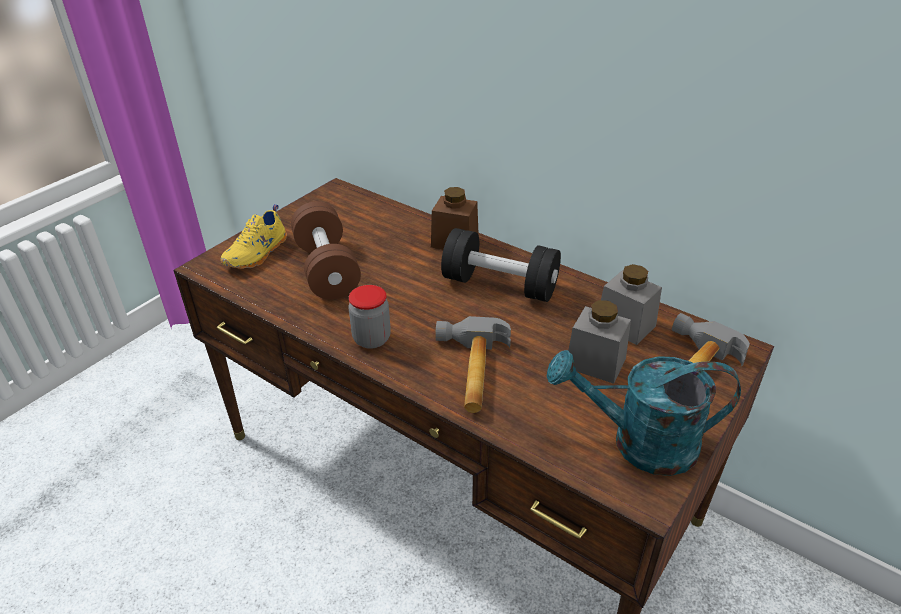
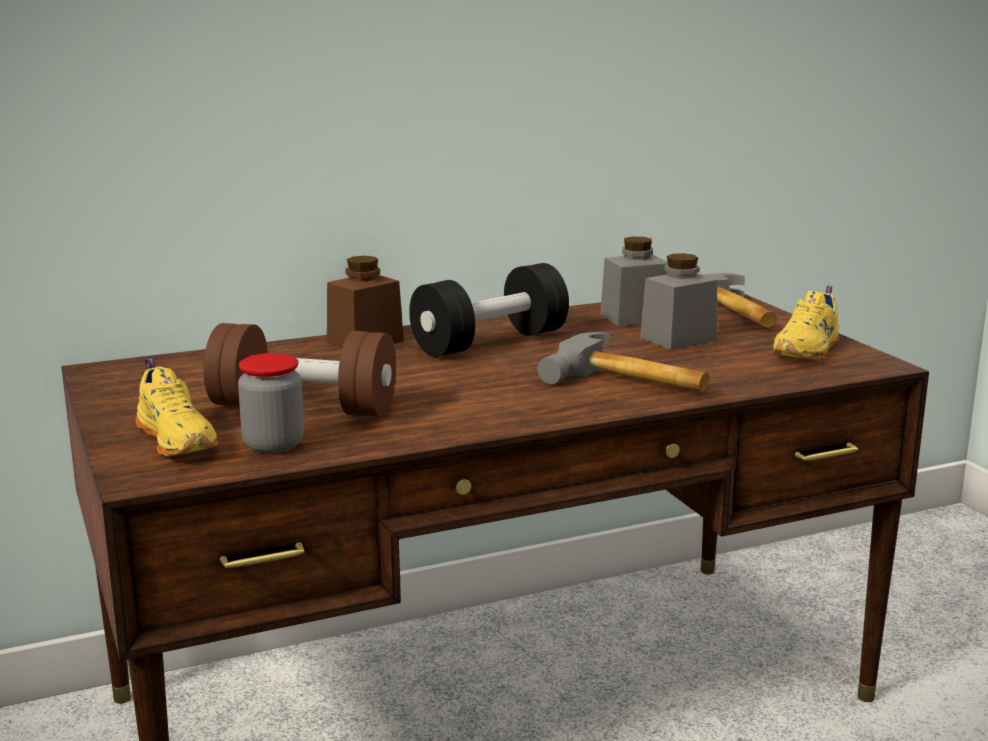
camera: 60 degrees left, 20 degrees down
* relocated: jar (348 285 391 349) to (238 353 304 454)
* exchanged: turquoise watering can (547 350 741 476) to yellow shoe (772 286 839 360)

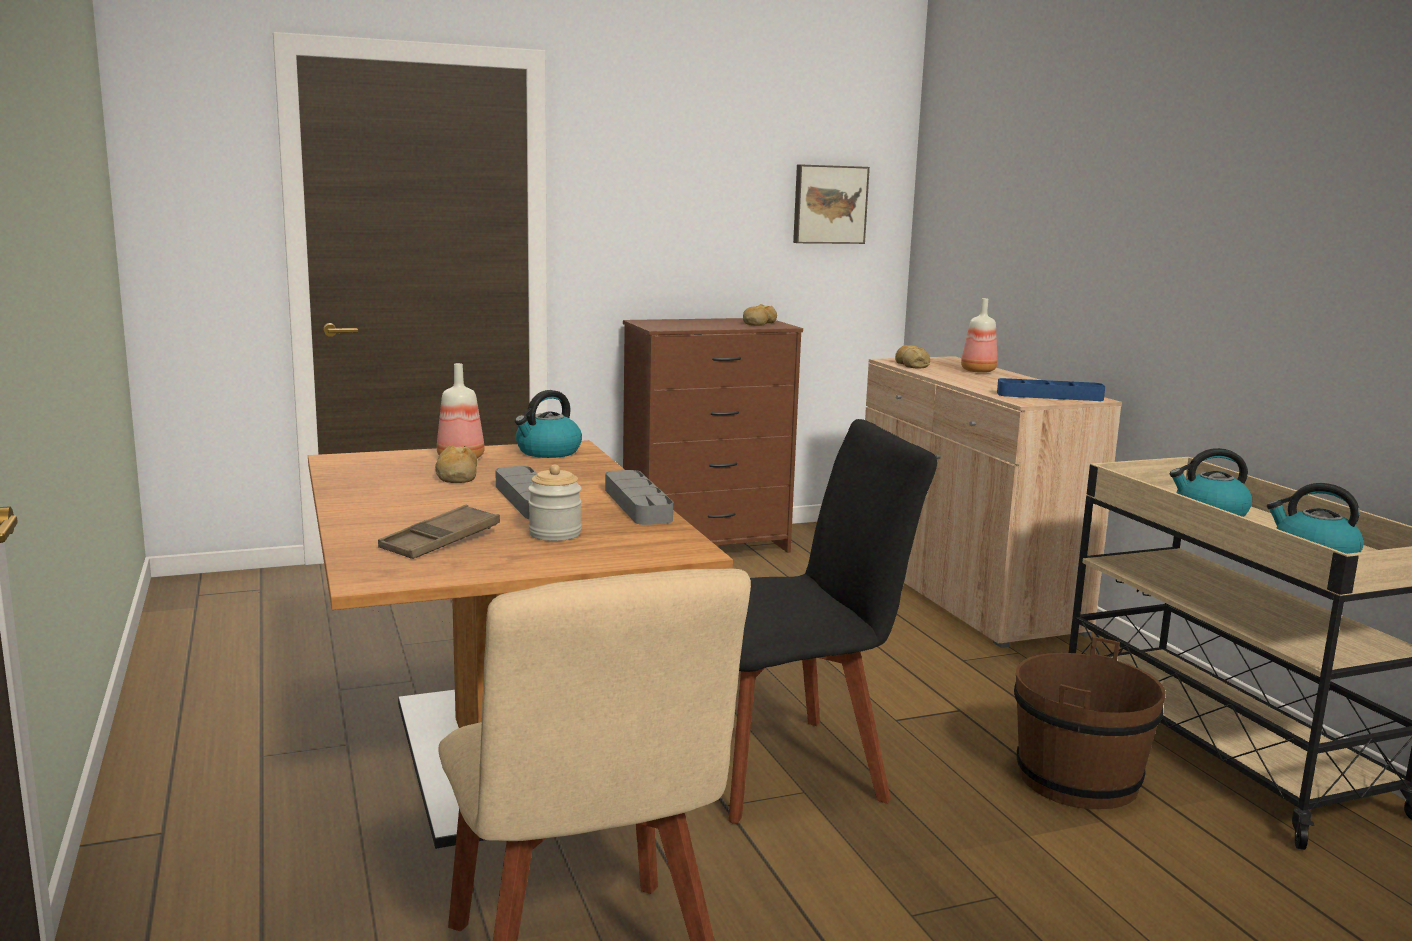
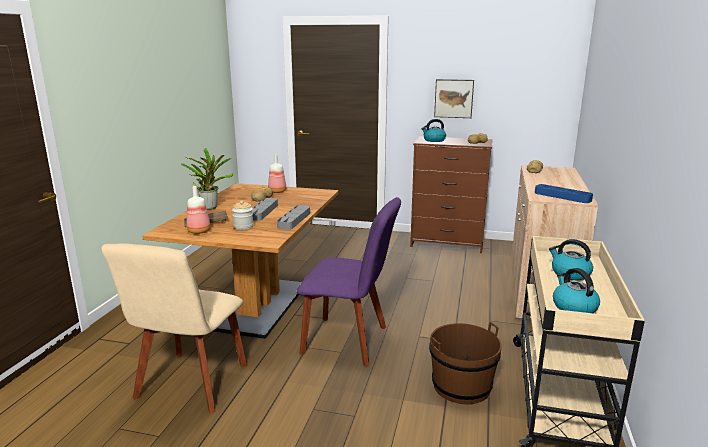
camera: 35 degrees right, 5 degrees up
* appeared: potted plant (181 148 234 210)
* relocated: bottle (961 298 997 373) to (187 186 211 234)
* colour: black chair (728 419 937 824) to purple chair (296 197 401 367)
* relocated: kettle (515 390 582 458) to (421 119 446 142)
* relocated: picture (793 165 870 244) to (434 79 474 118)

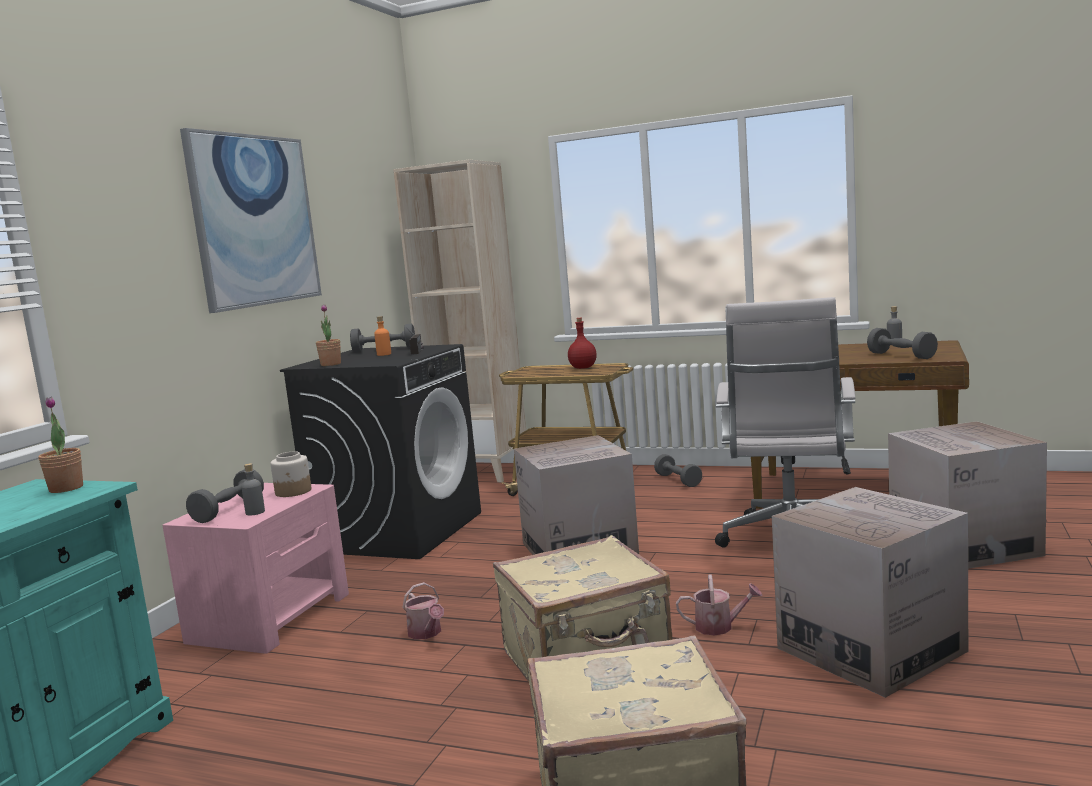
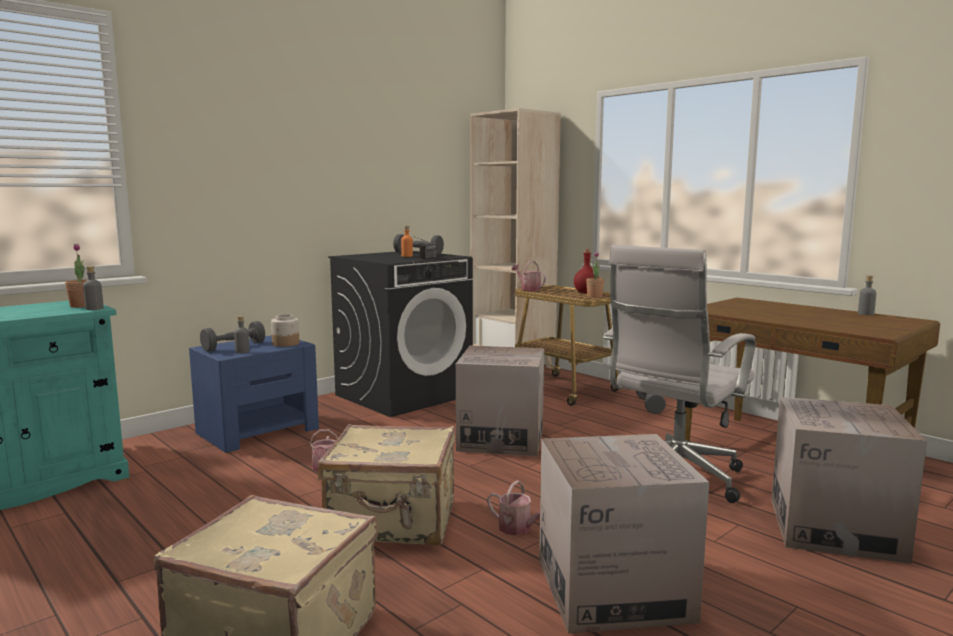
camera: 25 degrees right, 0 degrees up
* appeared: grey bottle (83 266 104 310)
* colour: pink nightstand (162 483 349 654) to blue nightstand (189 335 319 453)
* appeared: watering can (511 261 546 291)
* relocated: potted plant (316 304 341 366) to (586 252 604 298)
* missing: picture (180 128 322 313)
* missing: grey dumbbell (867 328 938 359)

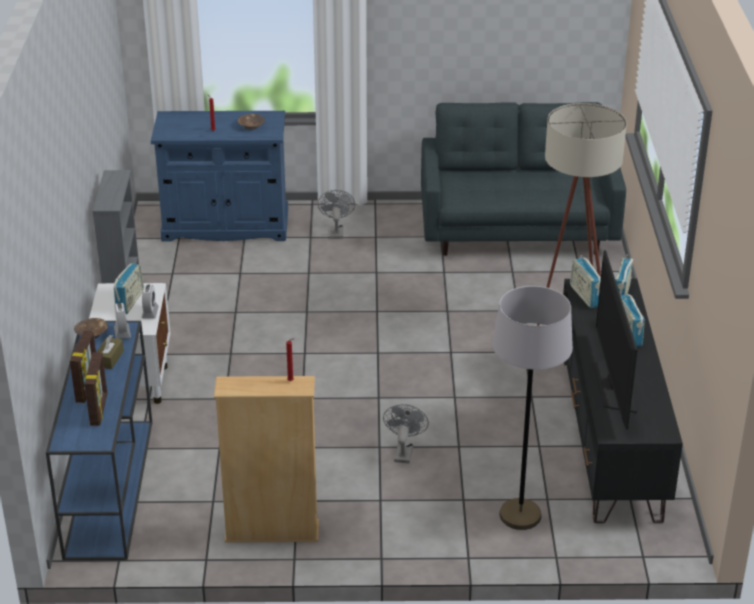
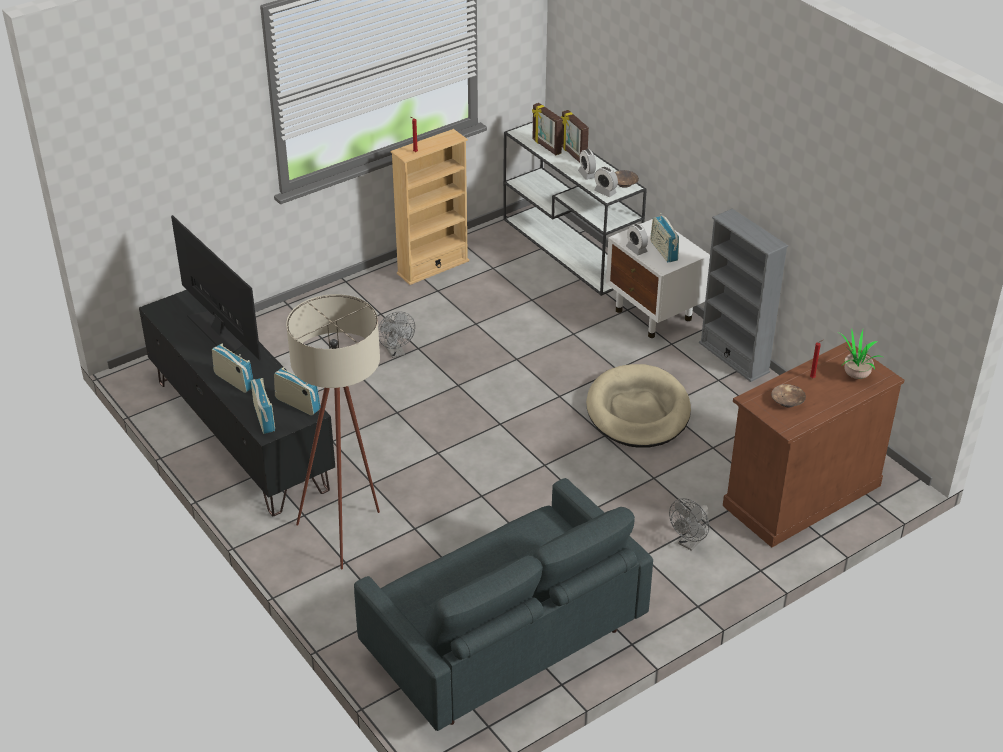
camera: 145 degrees right, 5 degrees up
* colour: blue console table (46 321 152 560) to white console table (503 122 647 296)
* exchanged: brown tissue box (97 335 124 369) to alarm clock (578 149 596 180)
* appeared: beige dog bed (586 364 691 448)
* spun: grey fan (318 190 355 239) = (669 498 710 551) 75 degrees clockwise
* colour: blue cabinet (151 111 288 242) to brown cabinet (723 341 904 547)
* appeared: potted plant (838 330 883 379)
* missing: grey floor lamp (492 286 573 530)

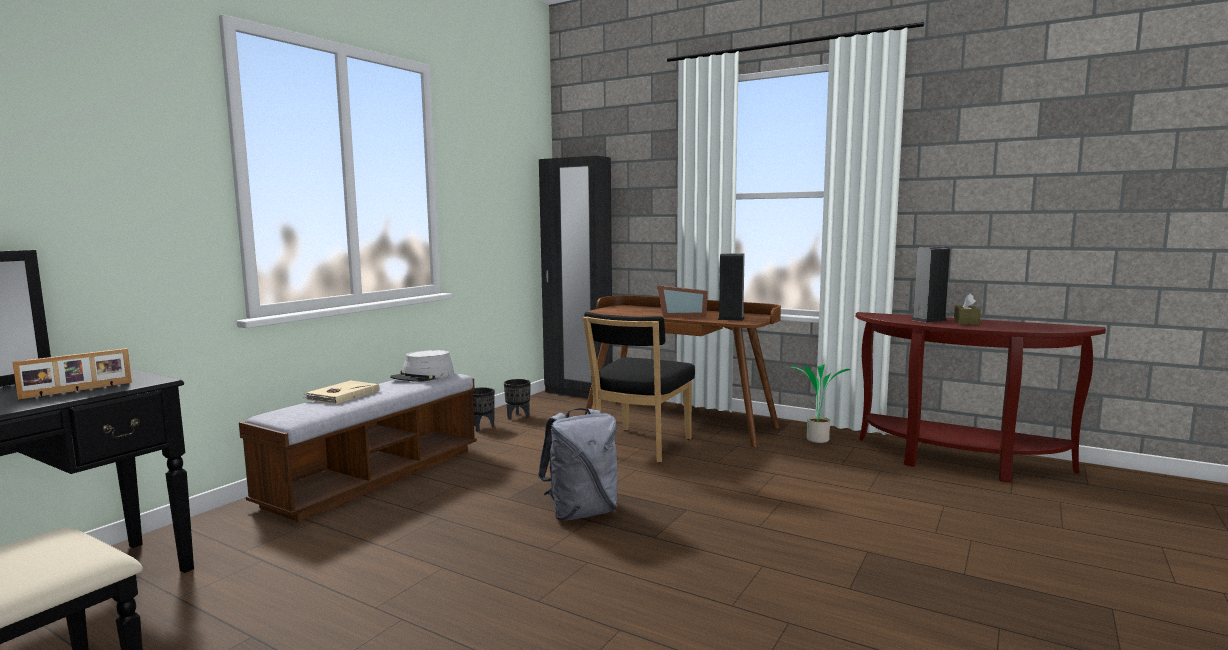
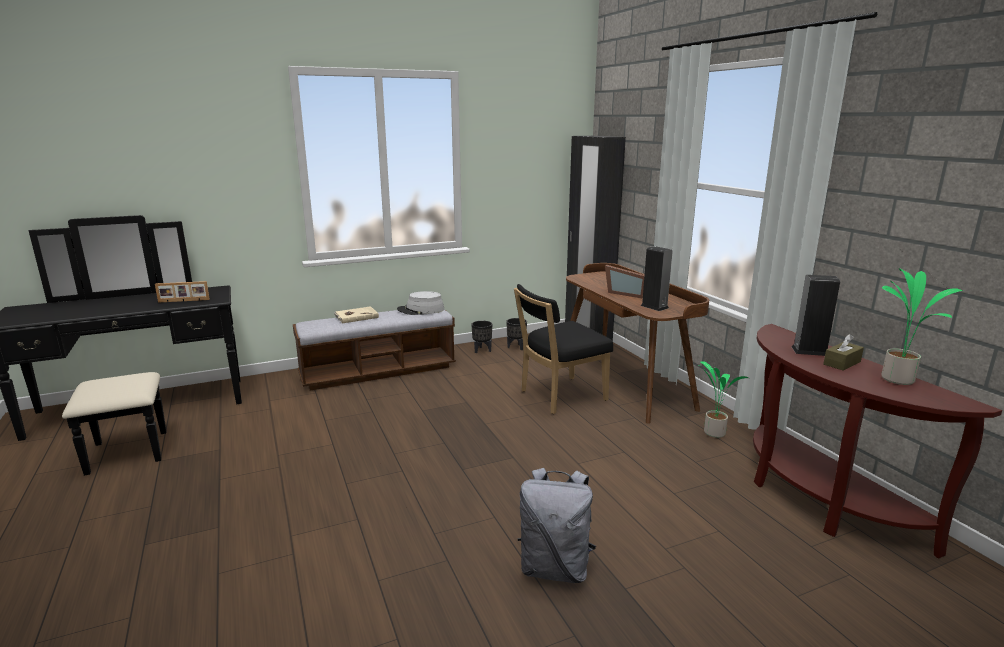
camera: 35 degrees right, 10 degrees up
* relocated: grey backpack (538 408 617 521) to (518 468 596 583)
* appeared: potted plant (881 268 963 385)

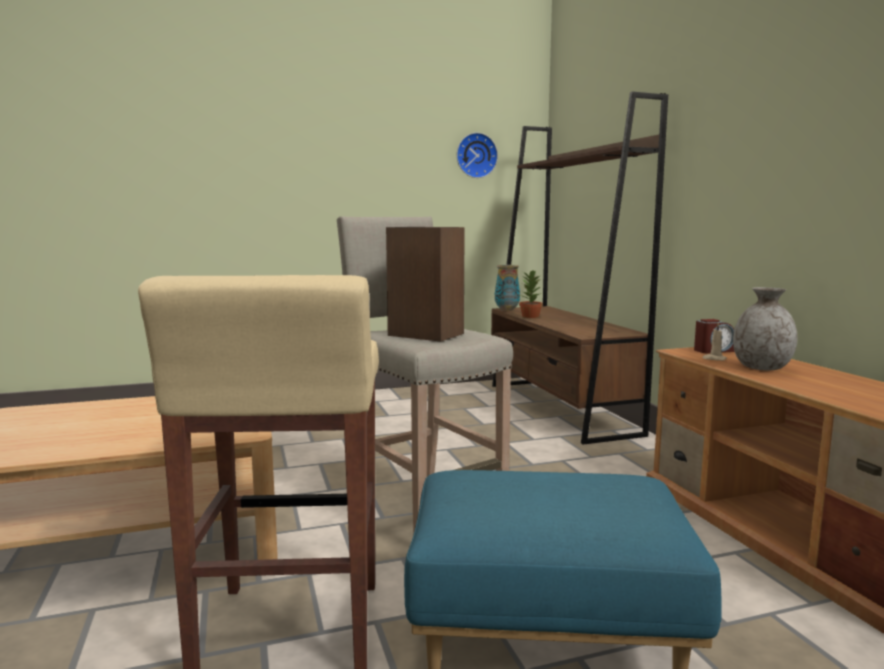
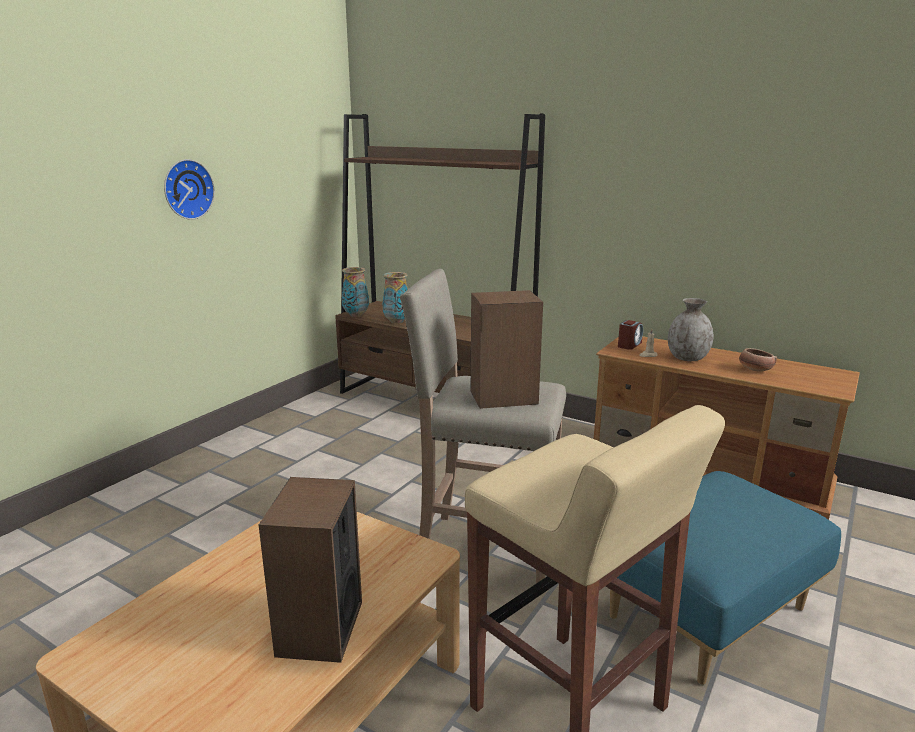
camera: 40 degrees left, 10 degrees up
* relocated: wall clock (457 132 498 178) to (164 159 215 220)
* appeared: speaker (259 477 362 663)
* exchanged: potted plant (519 271 543 318) to vase (382 272 408 324)
* appeared: bowl (739 348 777 371)

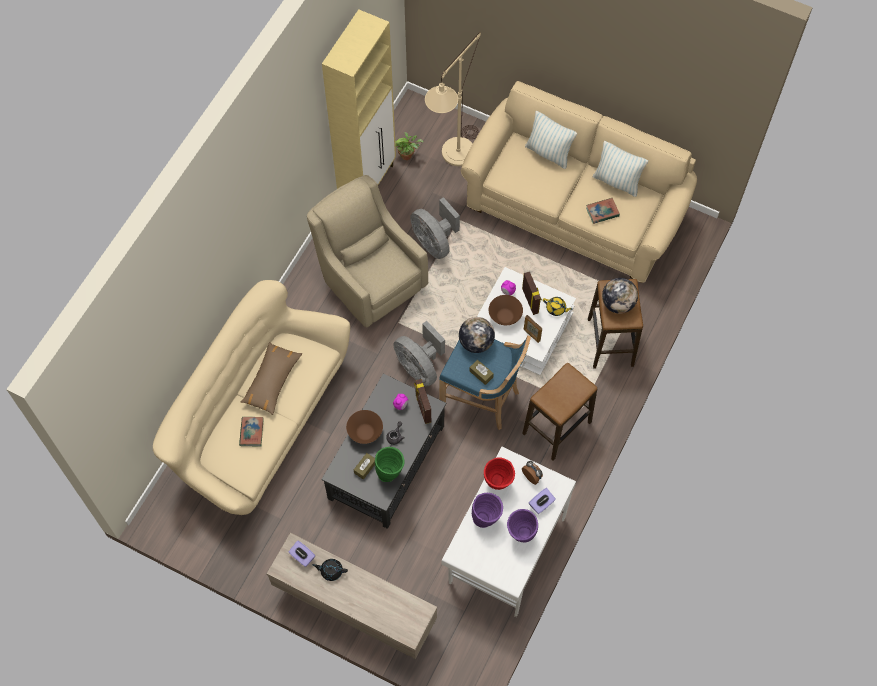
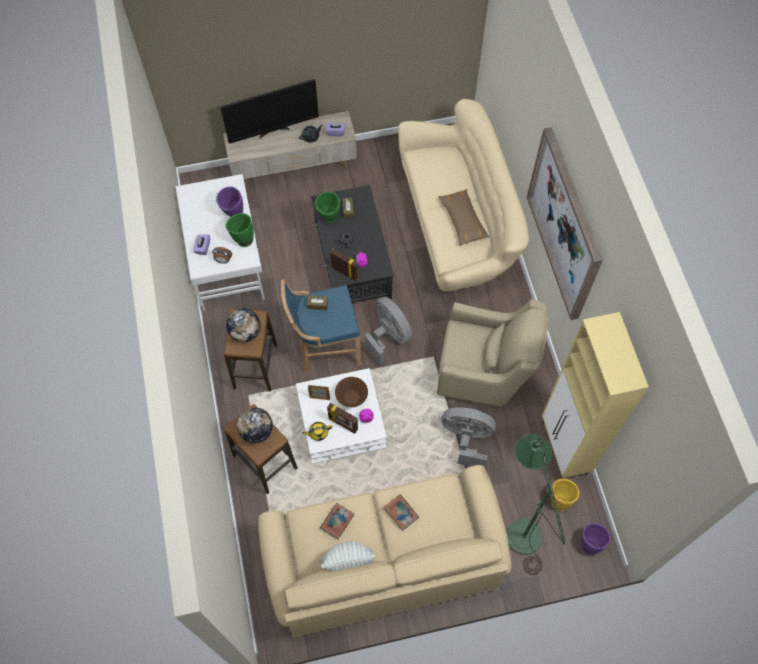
camera: 140 degrees right, 0 degrees up
* appeared: television (220 79 319 144)
* colour: red vase (484 457 515 490) to green vase (225 213 254 247)
* relocated: globe (459 317 495 353) to (226 308 261 342)
* spun: grey fan (393 321 445 386) = (365 297 412 365) 45 degrees clockwise
* relocated: book (239 417 264 446) to (384 494 419 531)
* colour: beige floor lamp (425 32 481 166) to green floor lamp (506 434 565 575)
* appeared: picture (527 127 603 320)
* exchanged: potted plant (395 132 423 160) to yellow vase (551 479 579 511)
* relocated: purple vase (507 509 538 542) to (581 523 611 555)
* missing: brown bowl (346 410 383 444)
* missing: pillow (525 111 577 169)

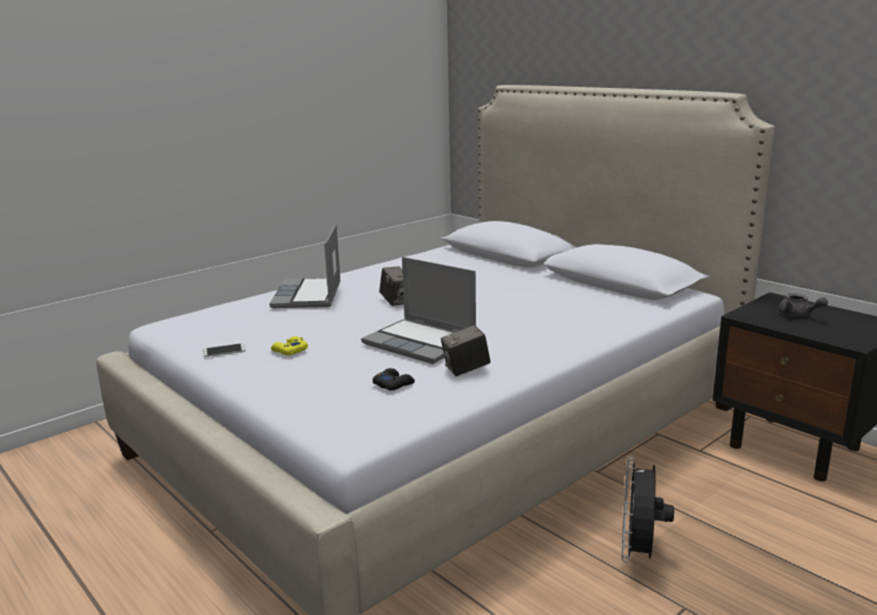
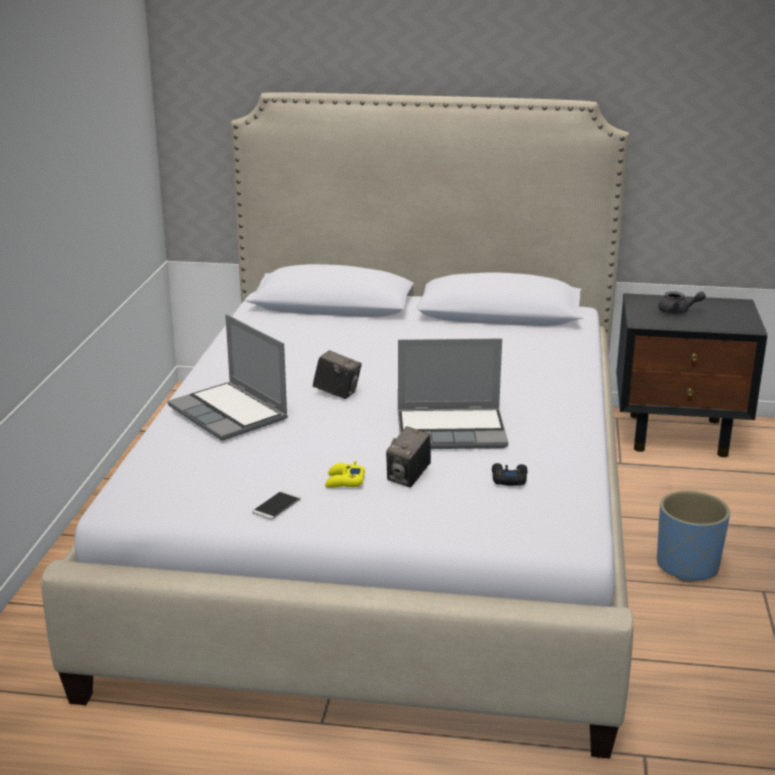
camera: 40 degrees left, 5 degrees up
* relocated: photo camera (441 325 490 376) to (386 427 431 487)
* exchanged: black fan (622 456 674 563) to blue planter (657 491 730 582)

